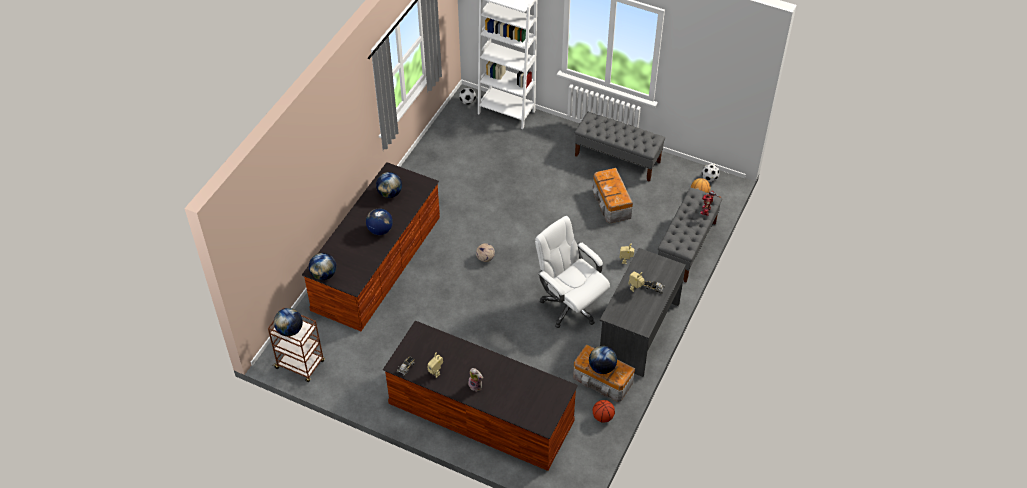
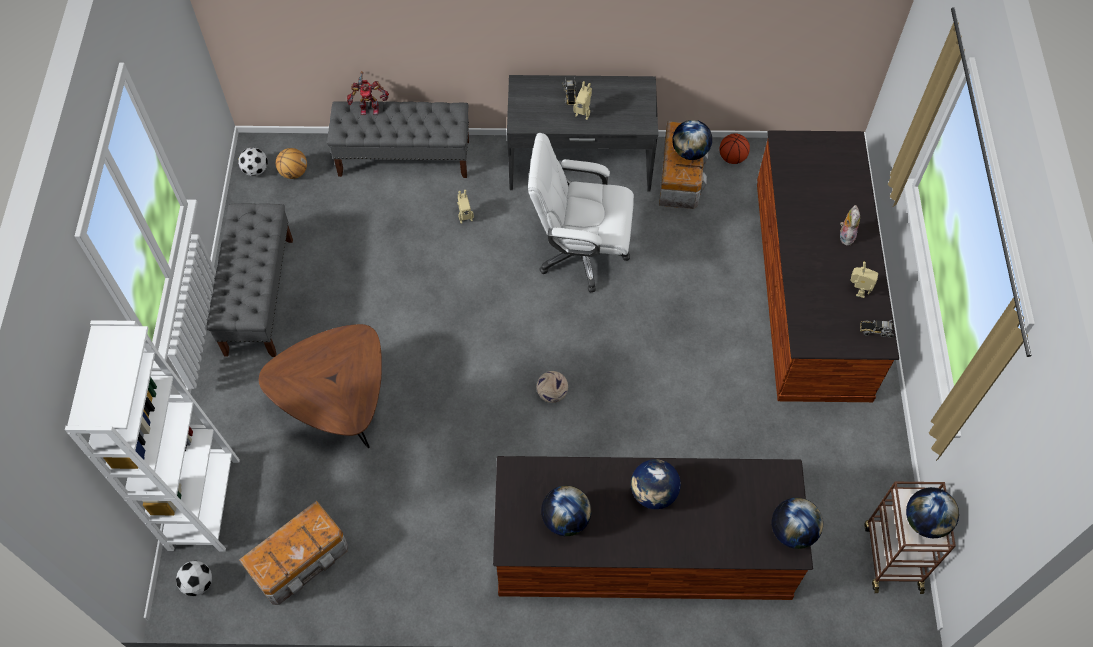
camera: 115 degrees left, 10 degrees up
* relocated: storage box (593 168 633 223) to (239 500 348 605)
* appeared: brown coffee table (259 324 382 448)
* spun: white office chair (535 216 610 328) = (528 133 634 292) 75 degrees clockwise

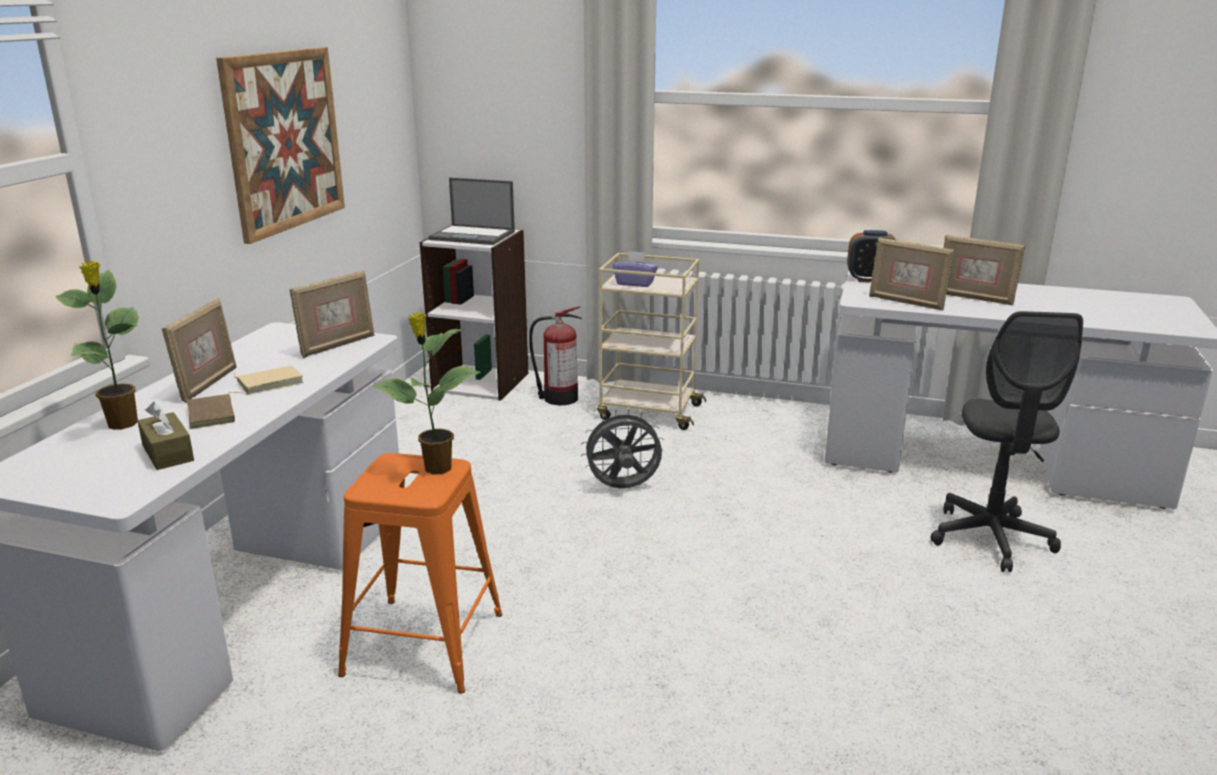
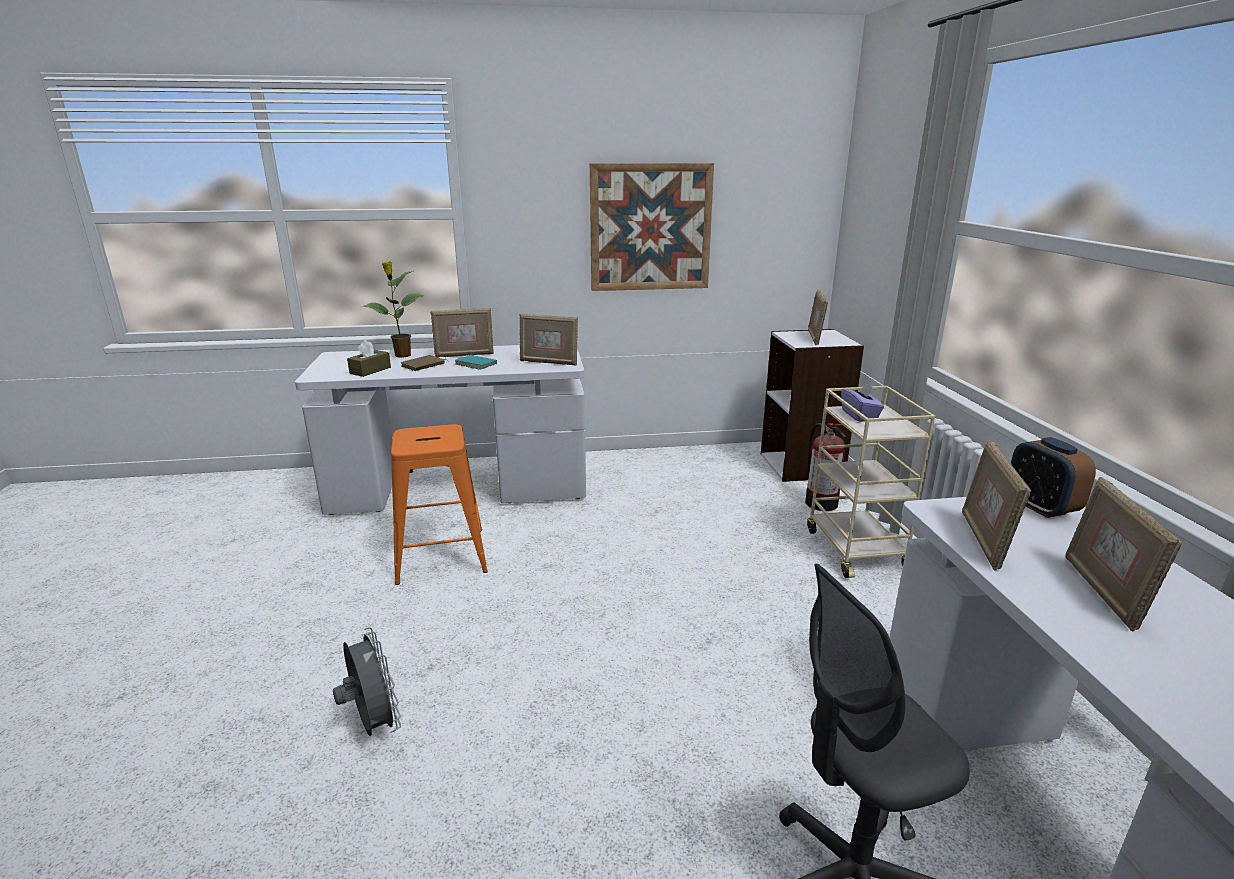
camera: 65 degrees right, 0 degrees up
* relocated: grey fan (581 409 664 488) to (333 627 401 736)
* colour: beige book (234 366 303 395) to turquoise book (455 355 497 370)
* exchanged: laptop (428 178 515 245) to picture frame (808 289 828 345)
* missing: potted plant (372 312 481 474)

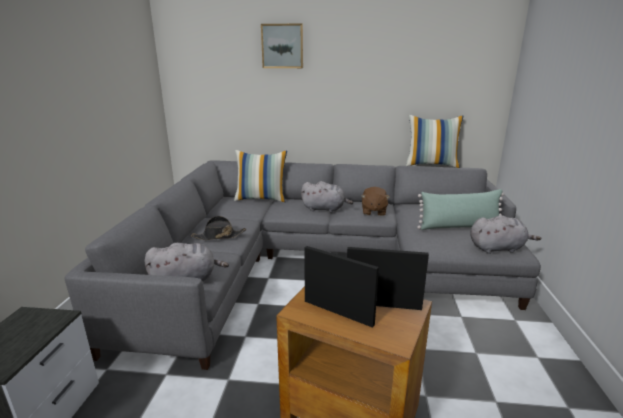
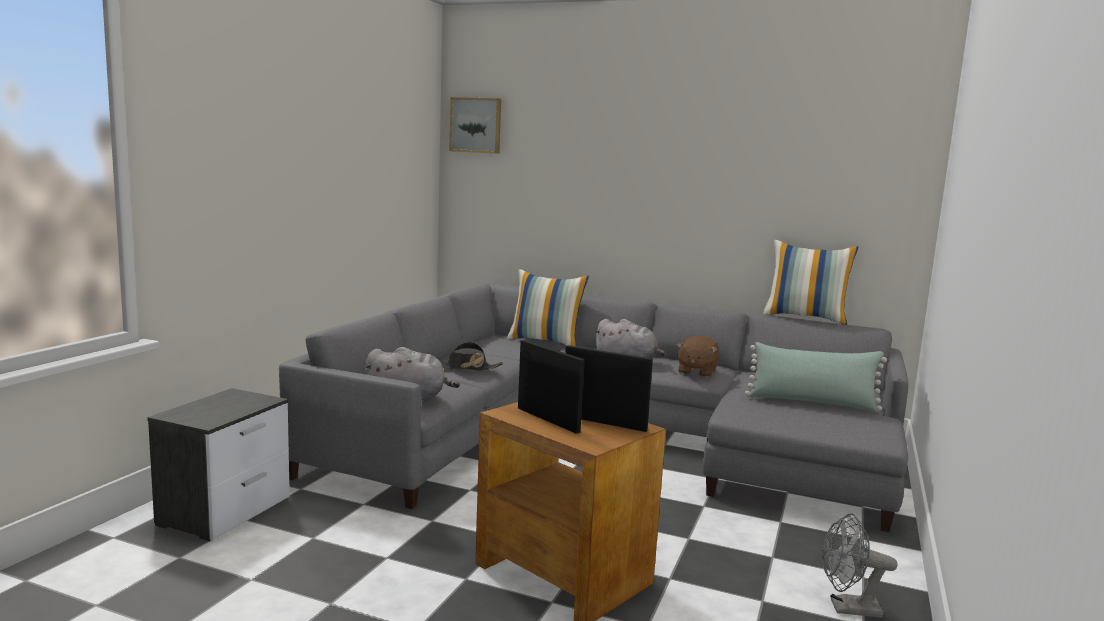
camera: 15 degrees right, 10 degrees down
* relocated: picture (261 23 303 68) to (449 97 501 154)
* appeared: grey fan (822 514 897 618)
* missing: grey plush toy (470 215 541 254)

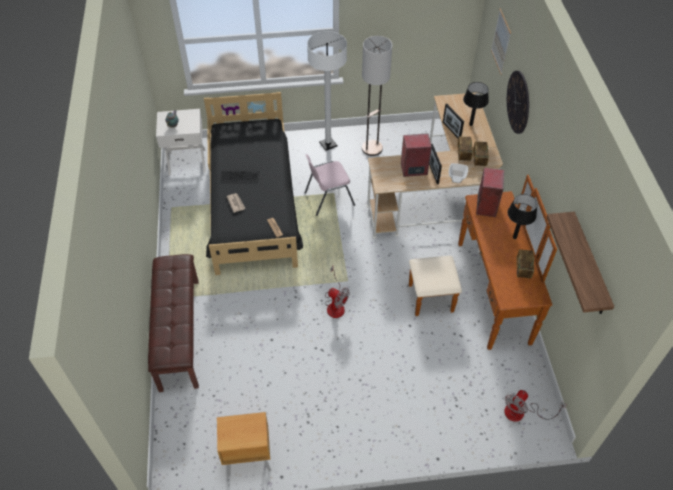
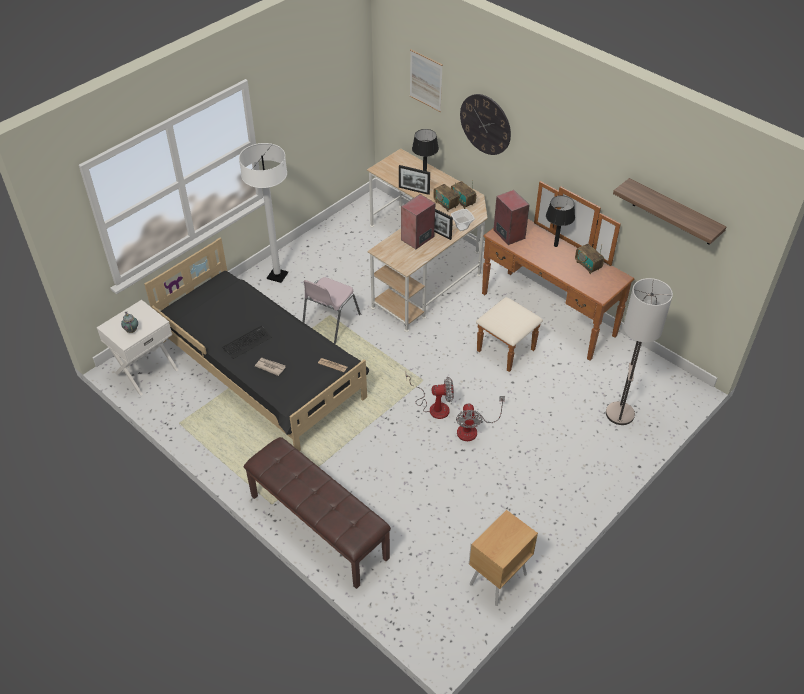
camera: 40 degrees left, 5 degrees down
* relocated: fan (504 390 567 422) to (456 396 505 441)
* relocated: floor lamp (362 36 392 156) to (606 278 673 425)

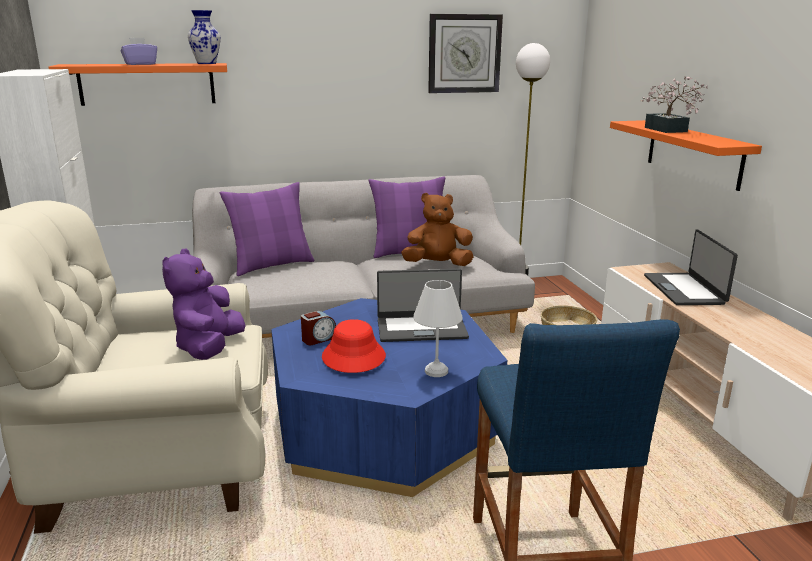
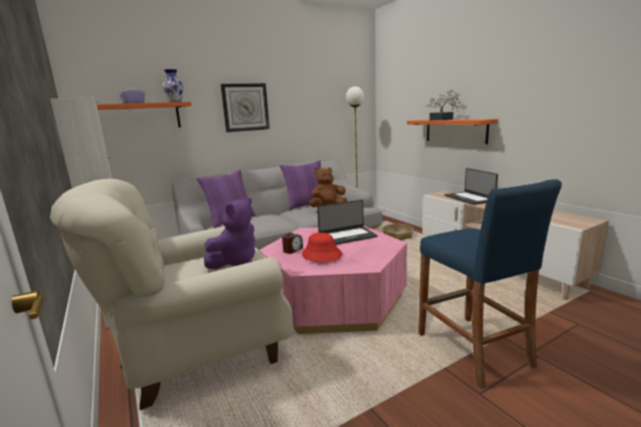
camera: 15 degrees left, 5 degrees down
* spun: purple plush toy (162 248 246 360) = (204 198 255 269) 135 degrees counterclockwise
* relocated: wall clock (428 14 503 93) to (221 83 270 132)
* colour: blue coffee table (271 298 507 497) to pink coffee table (259 226 407 334)
* missing: white table lamp (413 280 463 377)

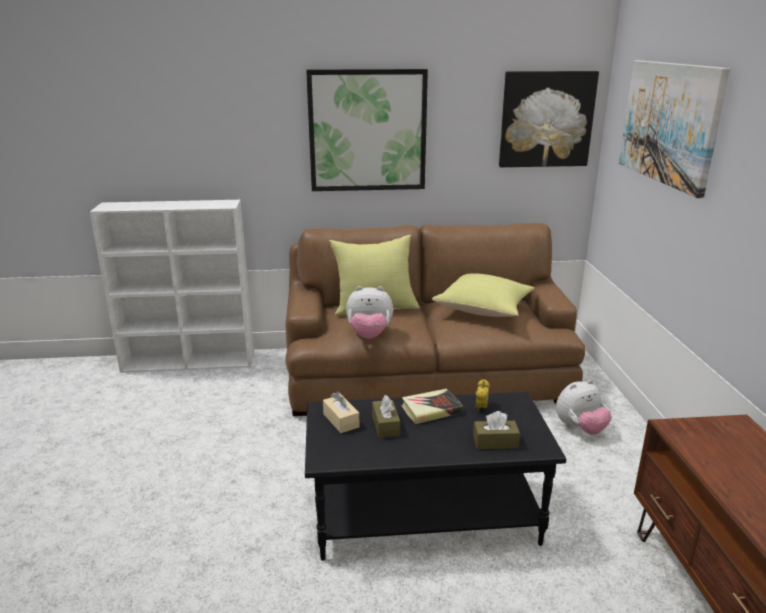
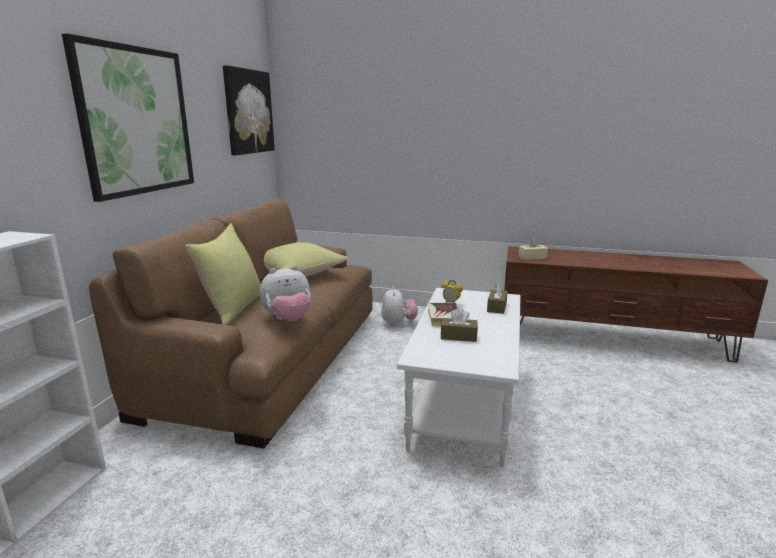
camera: 70 degrees left, 5 degrees down
* spun: plush toy (346 286 393 339) = (260 266 311 321) 45 degrees clockwise
* colour: black coffee table (305 392 566 561) to white coffee table (397 288 520 467)
* relocated: beige tissue box (323 392 360 433) to (518 237 548 260)
* missing: picture (619 60 730 198)

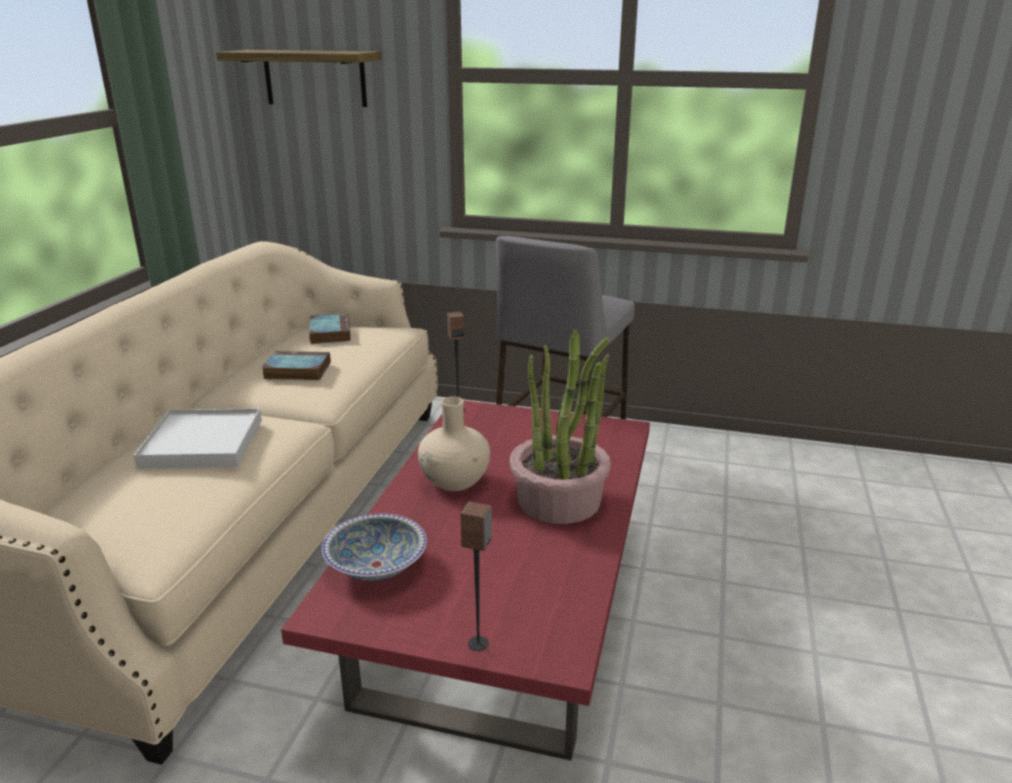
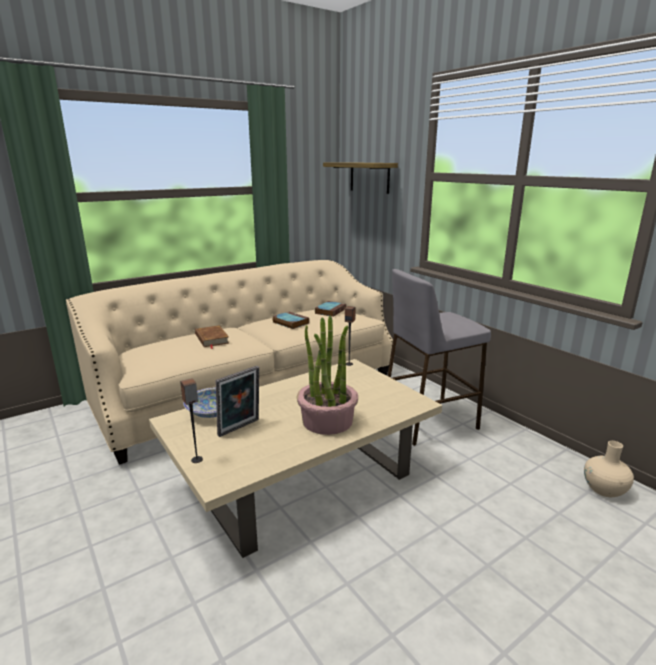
camera: 40 degrees right, 5 degrees down
* colour: red coffee table (281 400 650 761) to beige coffee table (149 359 442 558)
* exchanged: white tray (134 408 262 469) to brown book (195 325 229 349)
* appeared: picture frame (216 366 259 437)
* relocated: beige vase (418 396 490 491) to (584 441 634 497)

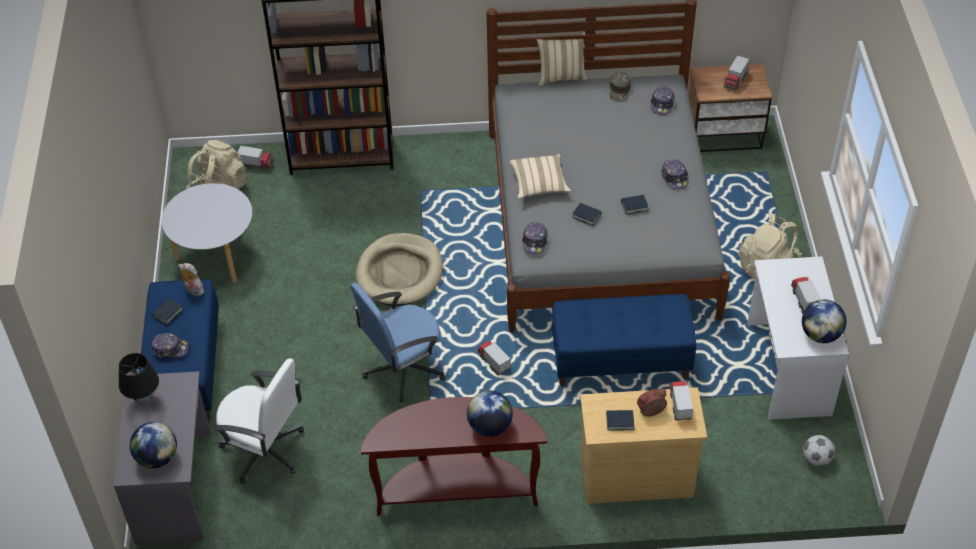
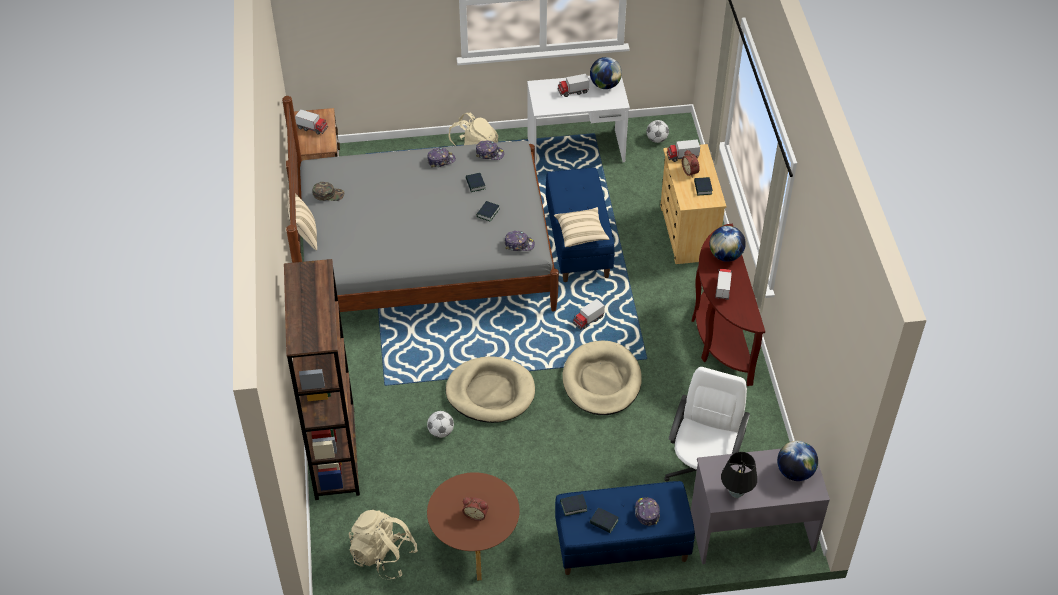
camera: 95 degrees left, 0 degrees up
* appeared: football (427 411 454 438)
* colour: grey coffee table (161 183 252 283) to brown coffee table (427 472 520 581)
* appeared: alarm clock (462 497 488 521)
* relocated: cap (651 86 675 115) to (476 140 504 160)
* relocated: beige pillow (509 154 571 198) to (554 207 609 247)
* exchanged: plush toy (178 263 204 296) to book (560 494 587 516)
* exchanged: blue office chair (350 283 445 403) to beige dog bed (563 341 642 415)
* relocated: toy truck (236 146 274 171) to (715 269 733 300)

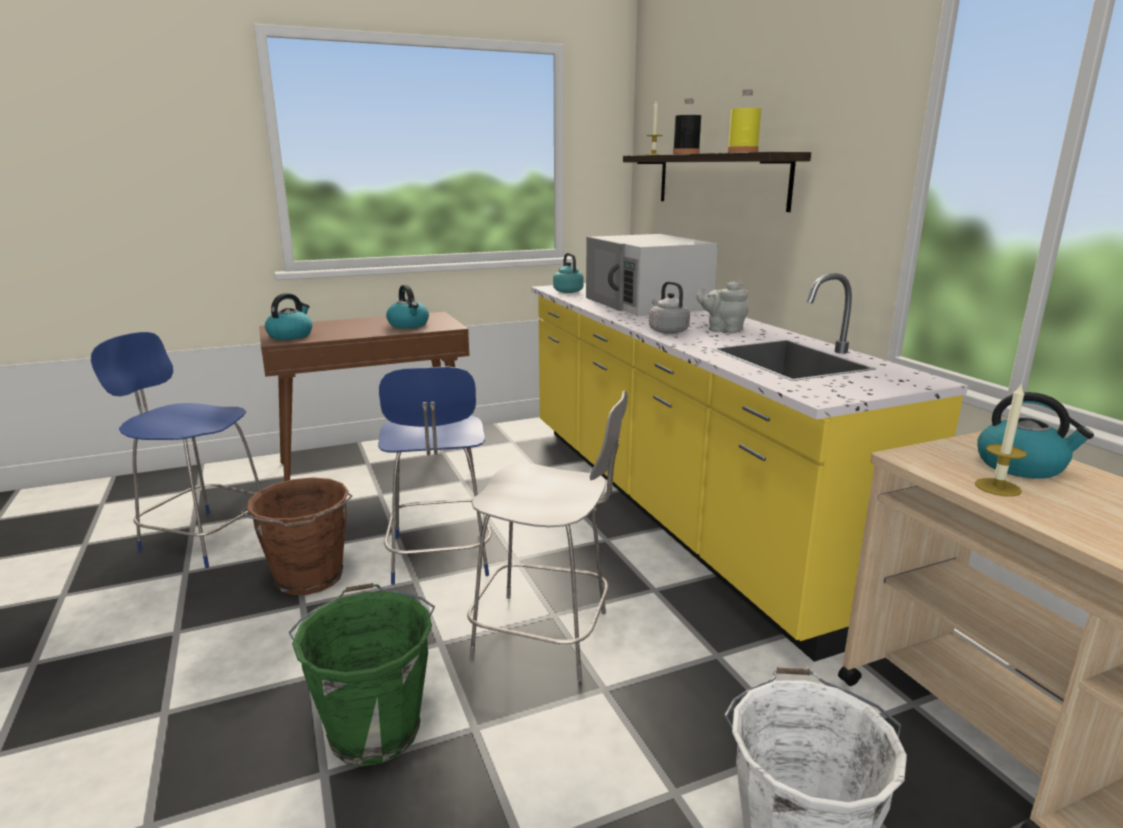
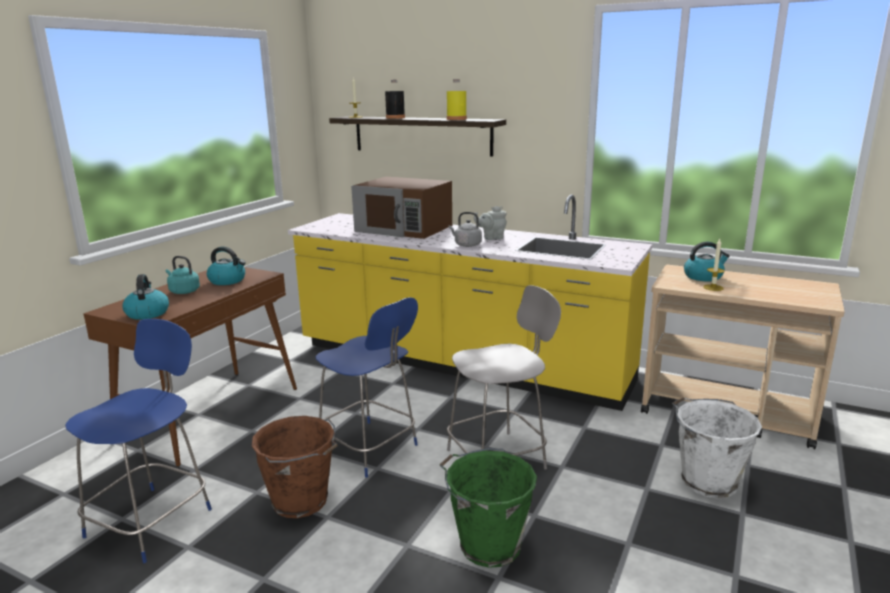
camera: 40 degrees left, 0 degrees up
* spun: blue chair (91 332 262 568) = (65 319 212 563) 135 degrees clockwise
* relocated: turquoise kettle (553 253 584 293) to (166 256 200 294)
* colour: white microwave (586 234 718 316) to brown microwave (351 177 452 239)

